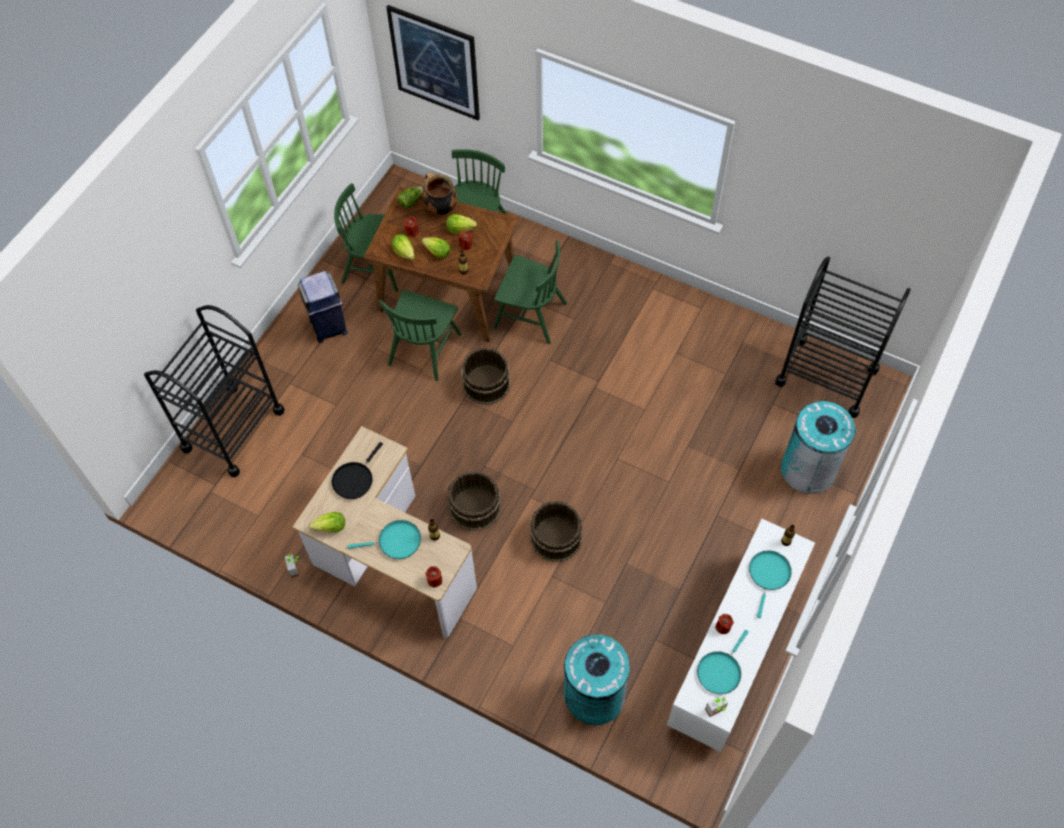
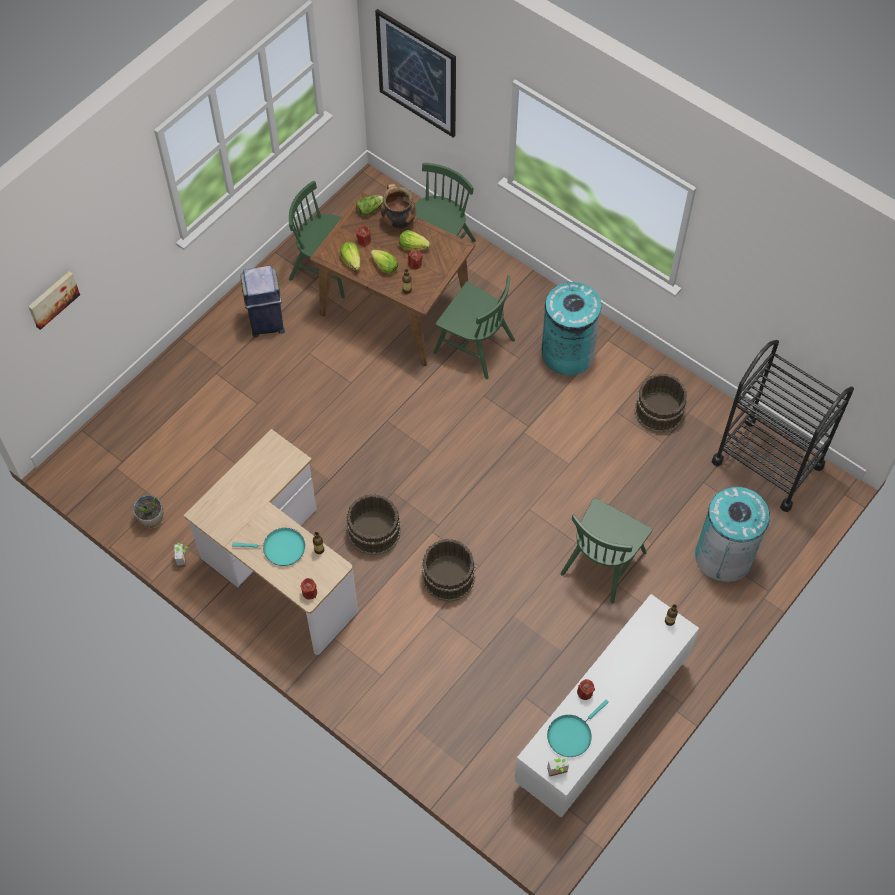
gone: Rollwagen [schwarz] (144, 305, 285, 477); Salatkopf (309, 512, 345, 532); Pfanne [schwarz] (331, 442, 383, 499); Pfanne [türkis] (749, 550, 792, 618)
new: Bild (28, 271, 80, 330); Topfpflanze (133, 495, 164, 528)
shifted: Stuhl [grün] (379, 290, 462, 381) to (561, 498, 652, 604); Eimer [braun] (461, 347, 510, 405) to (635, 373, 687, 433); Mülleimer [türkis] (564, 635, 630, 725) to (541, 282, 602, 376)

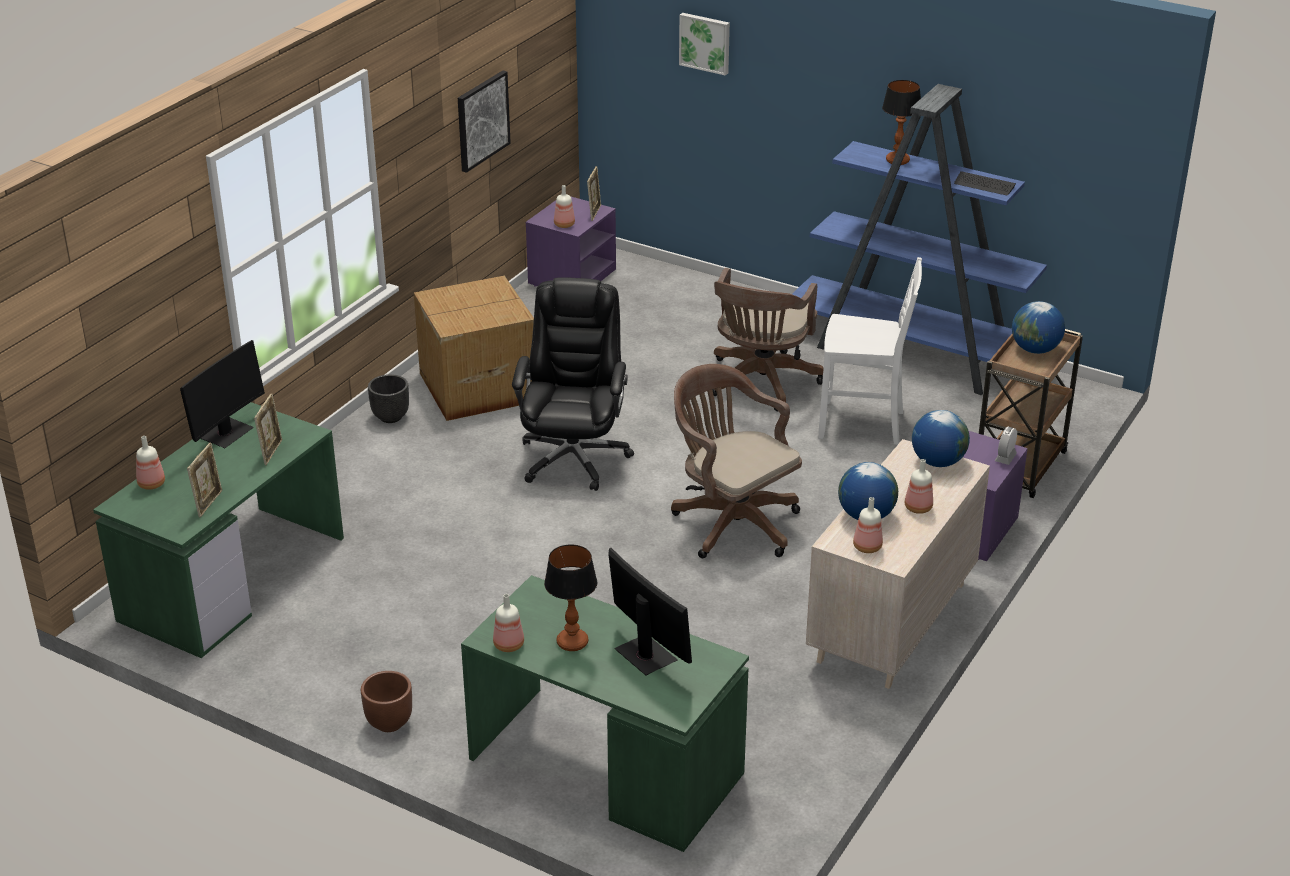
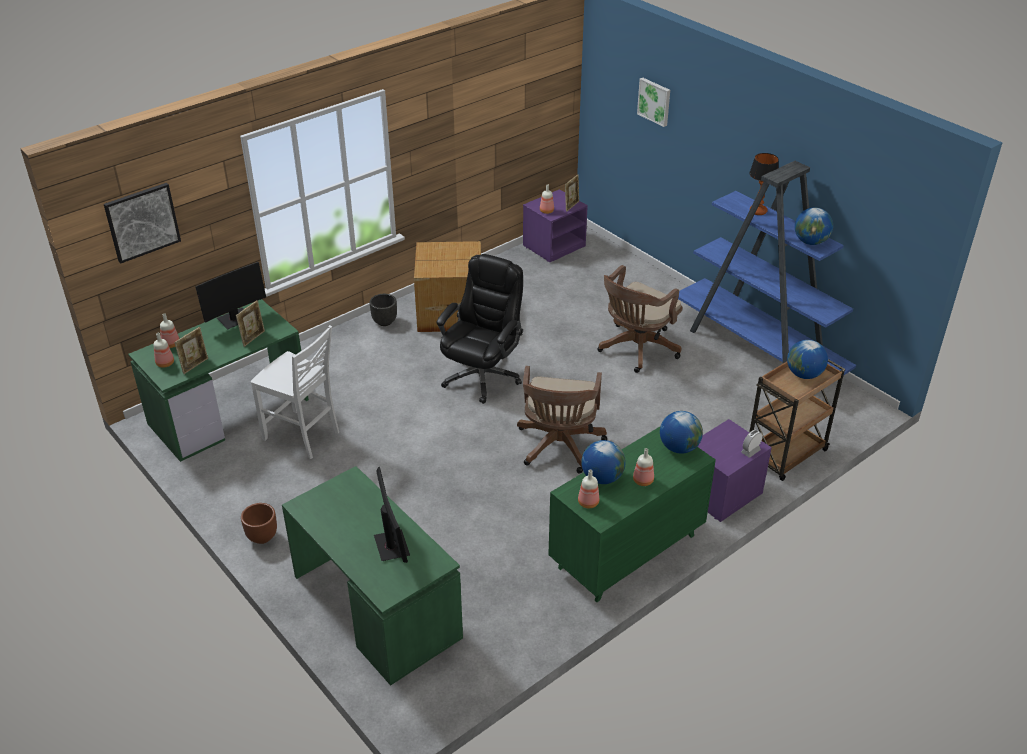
gone: Tischlampe (544, 544, 597, 651)
shifted: Bild (458, 71, 511, 173) to (104, 183, 181, 264); Flasche (493, 594, 524, 652) to (154, 333, 174, 368); Stuhl [weiß] (818, 257, 922, 445) to (251, 325, 339, 459)
swapped: Tastatur (954, 171, 1016, 195) to Globus (795, 208, 833, 245)
repainted: Kommode [beige] (806, 439, 990, 689) to Kommode [grün] (548, 427, 716, 602)
rotated: Bürostuhl [braun] (671, 364, 802, 558) = (517, 366, 607, 474) 150 degrees counterclockwise

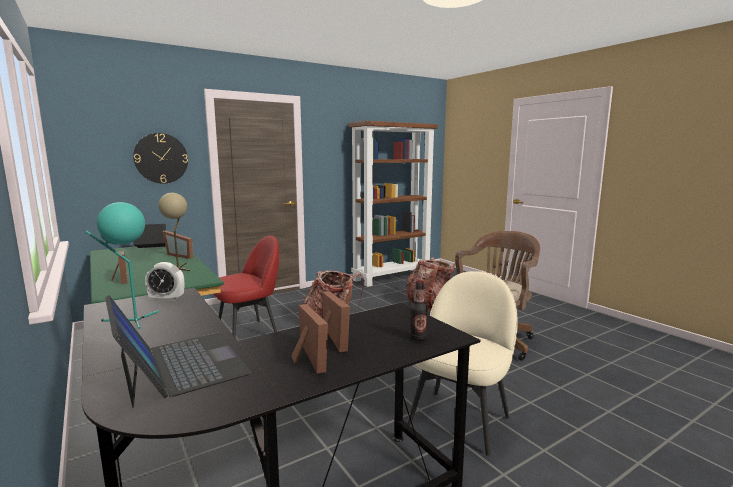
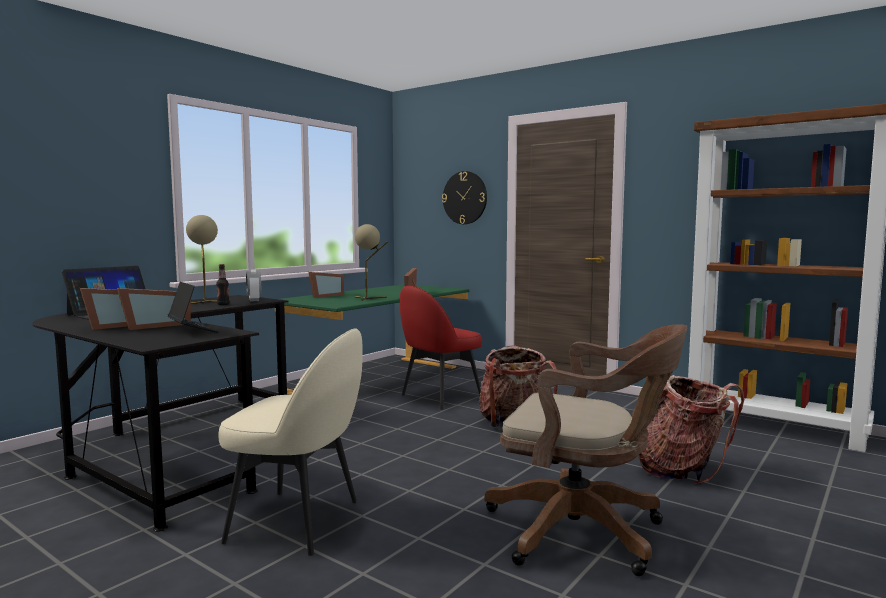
shifted: Laptop (133, 224, 166, 248) to (168, 282, 219, 333); Flasche (409, 280, 428, 341) to (216, 264, 229, 305)
repainted: Tischlampe [türkis] (85, 202, 159, 329) to Tischlampe [beige] (186, 215, 218, 304)
rotated: Stuhl [rot] (214, 236, 279, 337) = (400, 286, 482, 410) 105 degrees clockwise

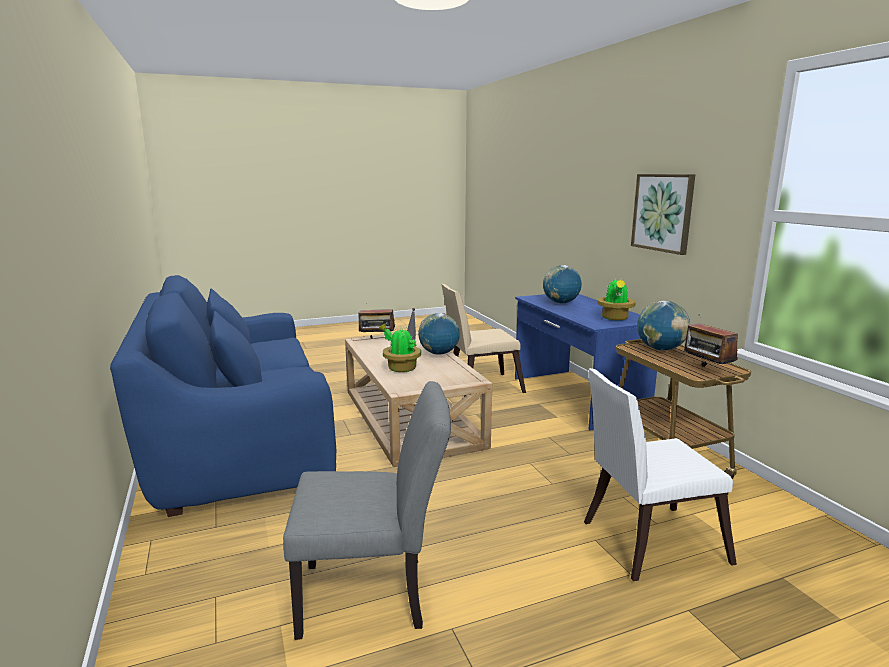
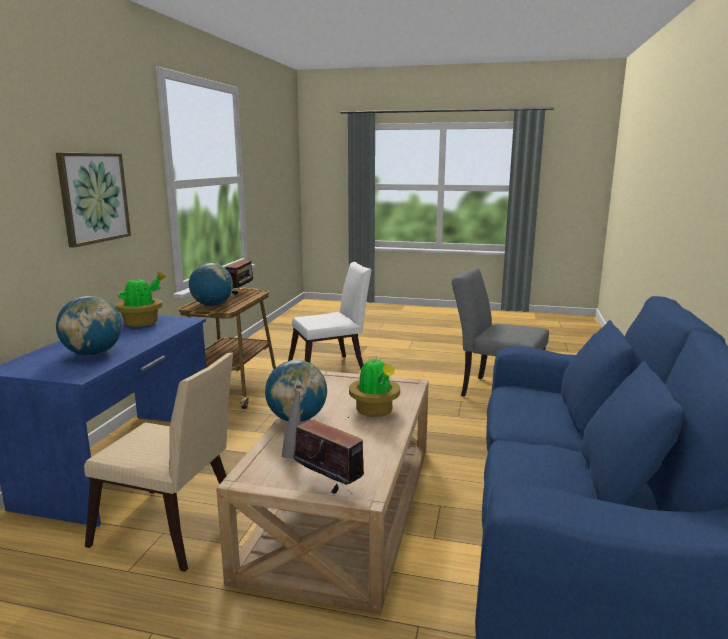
rotated: Stuhl [weiß] (584, 368, 737, 581) = (288, 262, 372, 369) 45 degrees counterclockwise

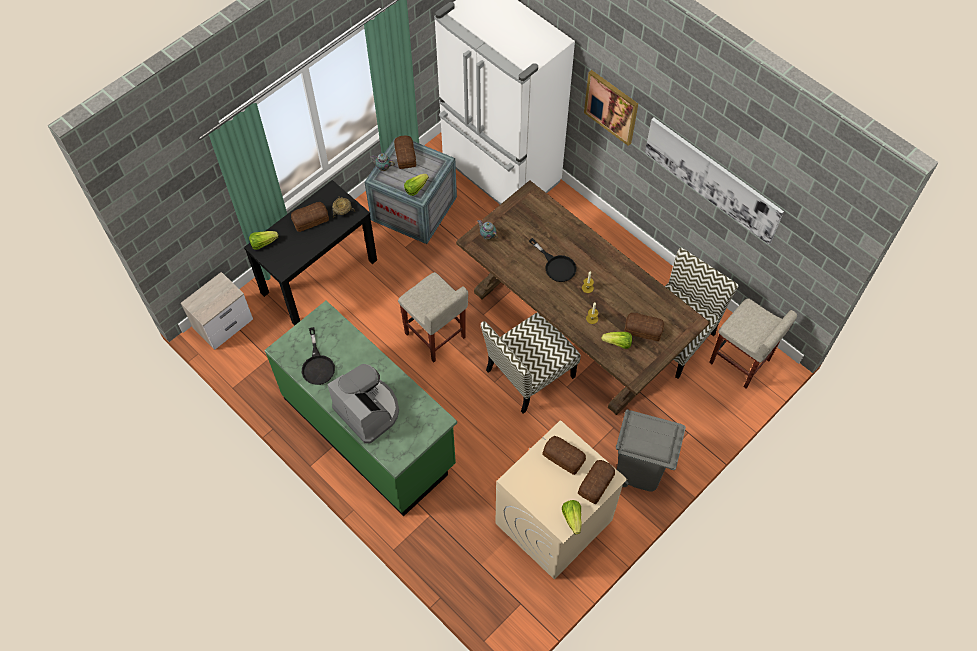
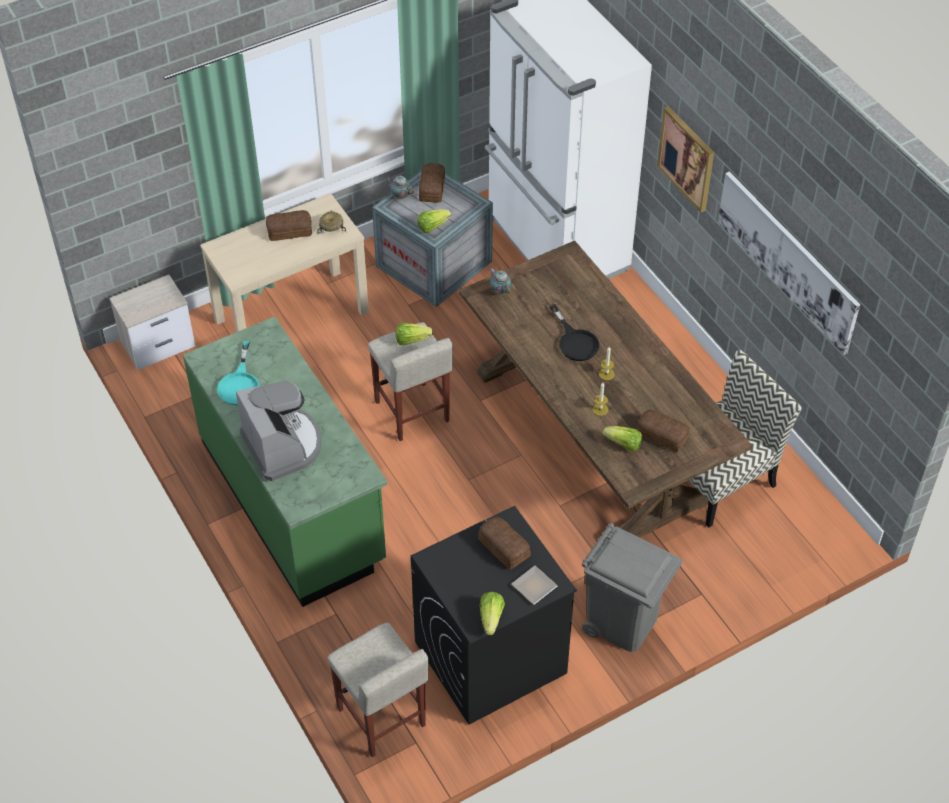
gone: Stuhl (481, 313, 581, 414)
shifted: Salatkopf (249, 231, 279, 250) to (396, 323, 433, 345); Hocker [beige] (709, 298, 797, 389) to (327, 623, 429, 758)
swapped: Brot (578, 460, 615, 504) to Teller (511, 566, 558, 605)
repainted: Konsolentisch [schwarz] (244, 180, 377, 325) to Konsolentisch [beige] (200, 193, 369, 332); Pfanne [schwarz] (302, 327, 335, 385) to Pfanne [türkis] (217, 341, 259, 406); Waschmaschine [beige] (496, 420, 627, 580) to Waschmaschine [schwarz] (411, 506, 577, 725)

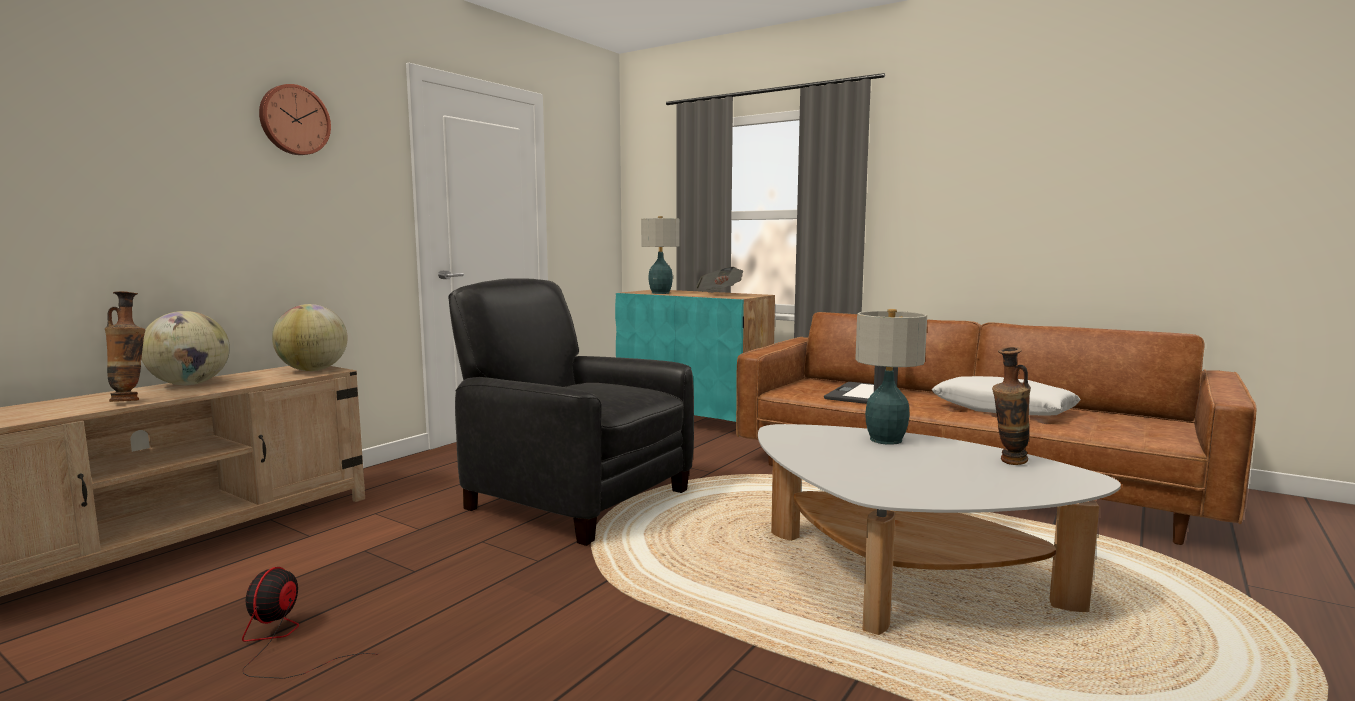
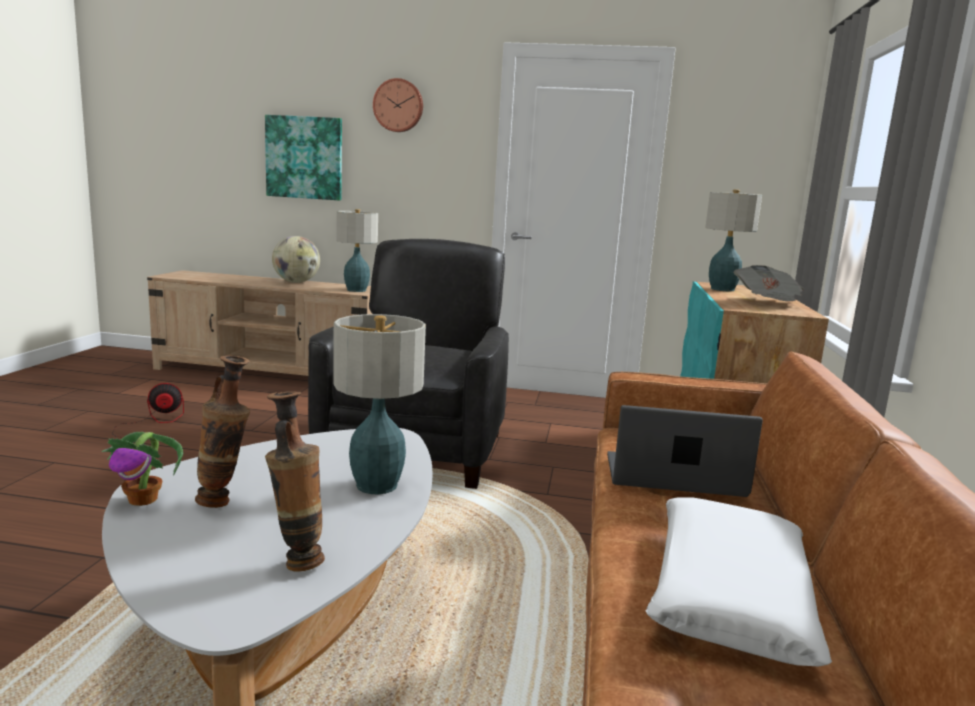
new: Topfpflanze (101, 432, 183, 506); Bild (265, 115, 342, 200)
shifted: Vase (105, 291, 145, 402) to (195, 356, 250, 508)
swapped: Globus (272, 304, 348, 371) to Tischlampe (337, 209, 378, 292)

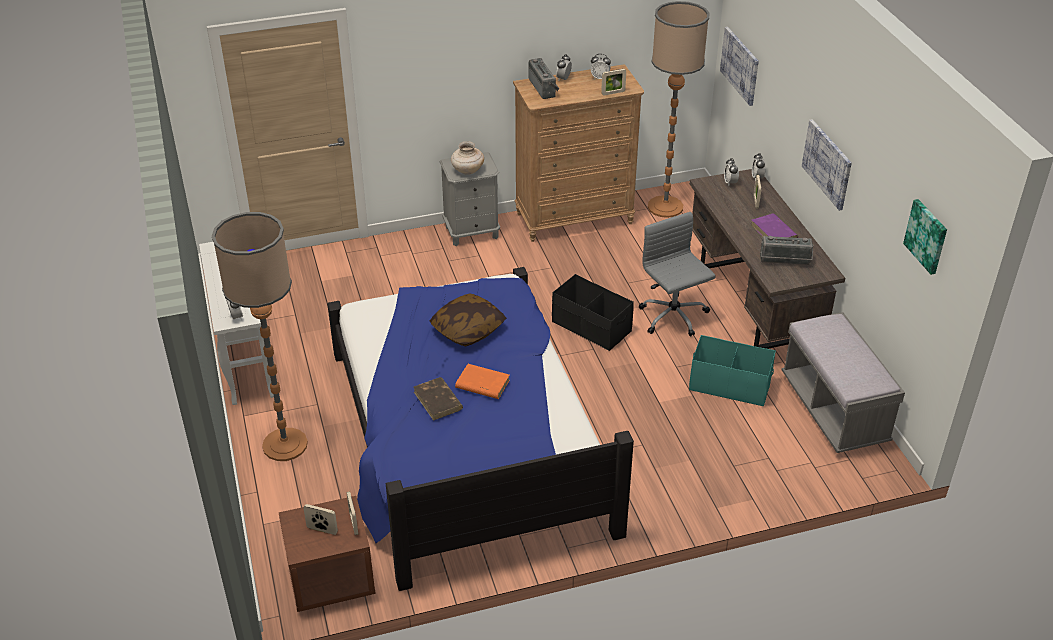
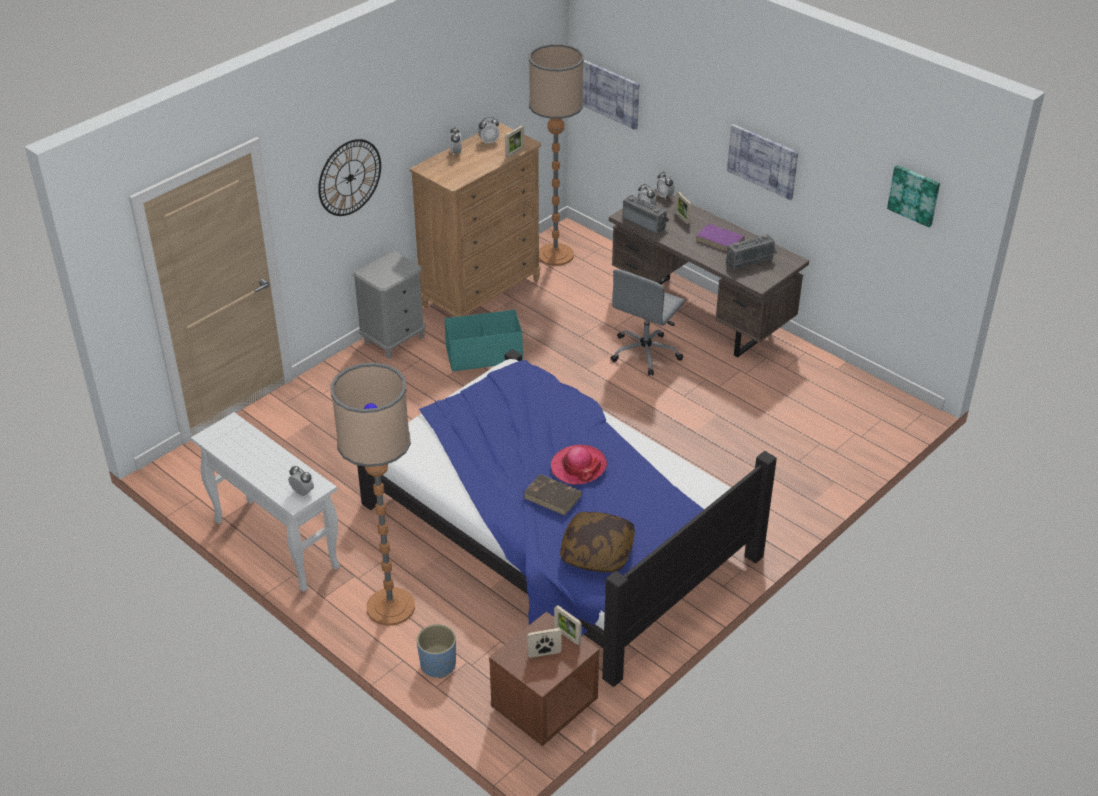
gone: Vase [beige] (451, 141, 484, 175); Aufbewahrungsbox [schwarz] (552, 274, 634, 351); Bank [grau] (782, 312, 905, 453)
new: Wanduhr (318, 139, 381, 216); Pflanzkübel [blau] (417, 624, 456, 678)
shifted: Kissen (430, 294, 506, 346) to (560, 512, 635, 572); Radio (529, 58, 559, 99) to (623, 195, 669, 234); Aufbewahrungsbox [türkis] (689, 335, 776, 407) to (445, 310, 523, 372)
swapped: Buch [orange] (455, 364, 510, 399) to Hut (551, 445, 607, 485)
rotated: Bürostuhl [grau] (639, 212, 716, 336) = (610, 270, 685, 376) 90 degrees counterclockwise

